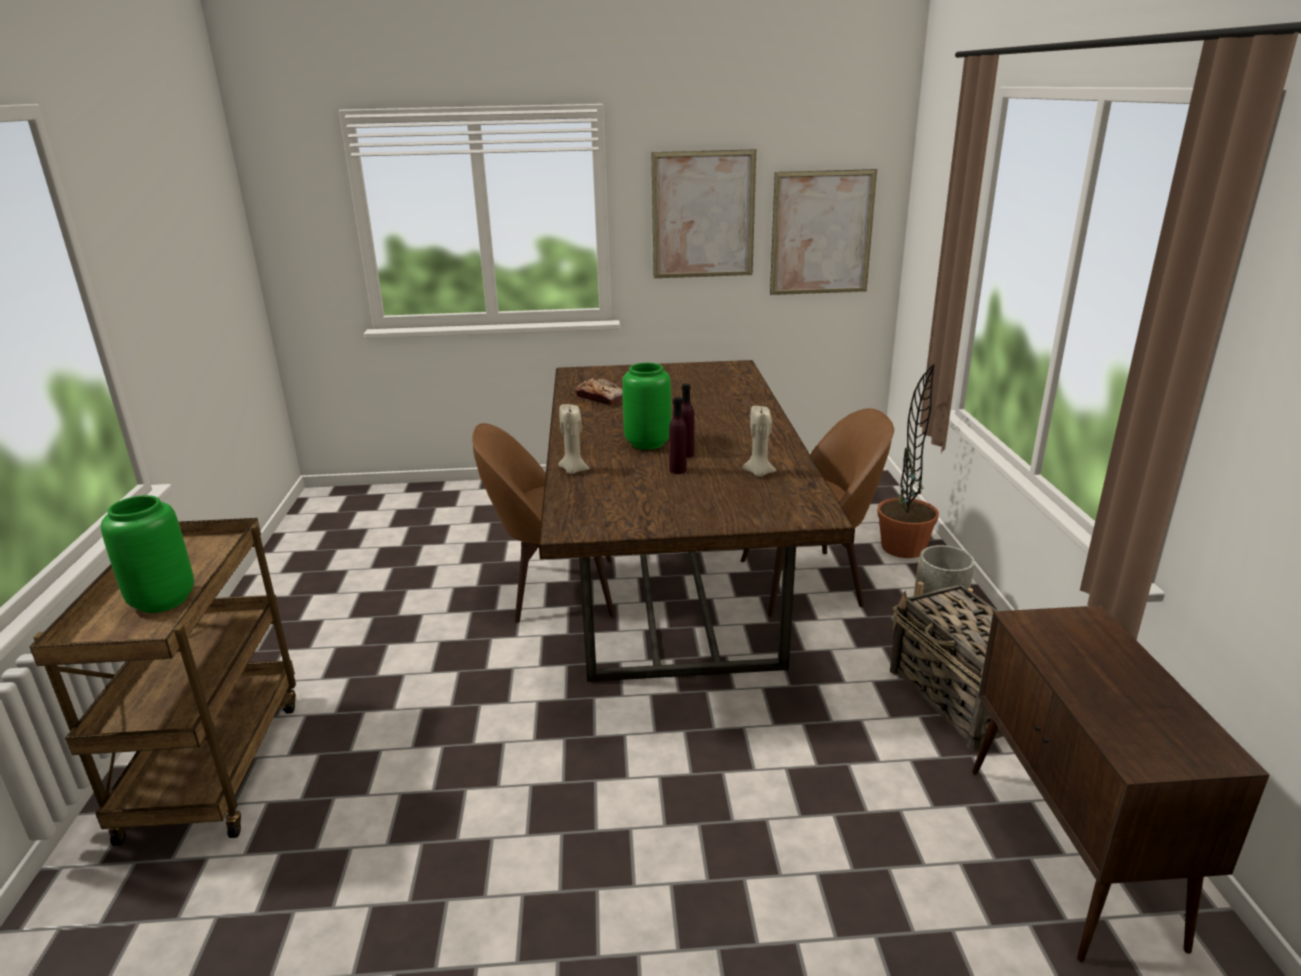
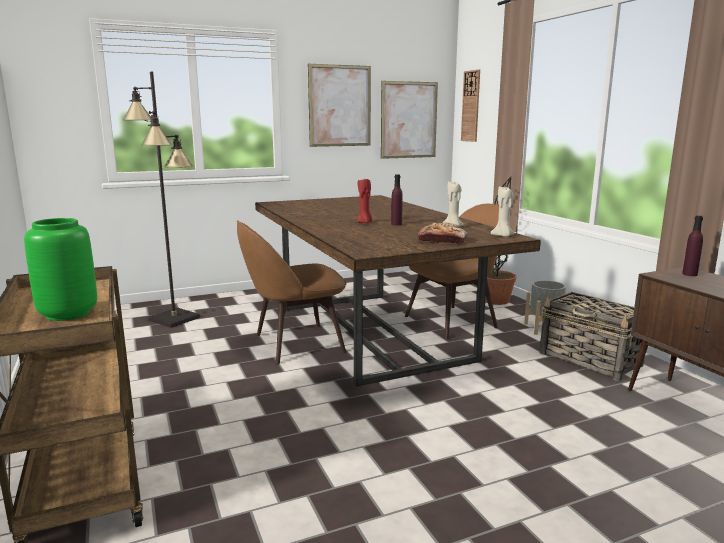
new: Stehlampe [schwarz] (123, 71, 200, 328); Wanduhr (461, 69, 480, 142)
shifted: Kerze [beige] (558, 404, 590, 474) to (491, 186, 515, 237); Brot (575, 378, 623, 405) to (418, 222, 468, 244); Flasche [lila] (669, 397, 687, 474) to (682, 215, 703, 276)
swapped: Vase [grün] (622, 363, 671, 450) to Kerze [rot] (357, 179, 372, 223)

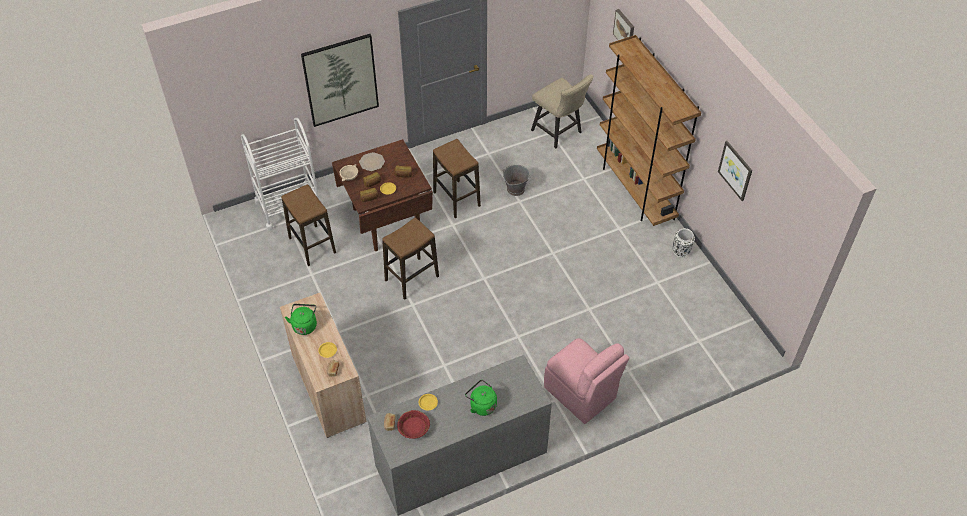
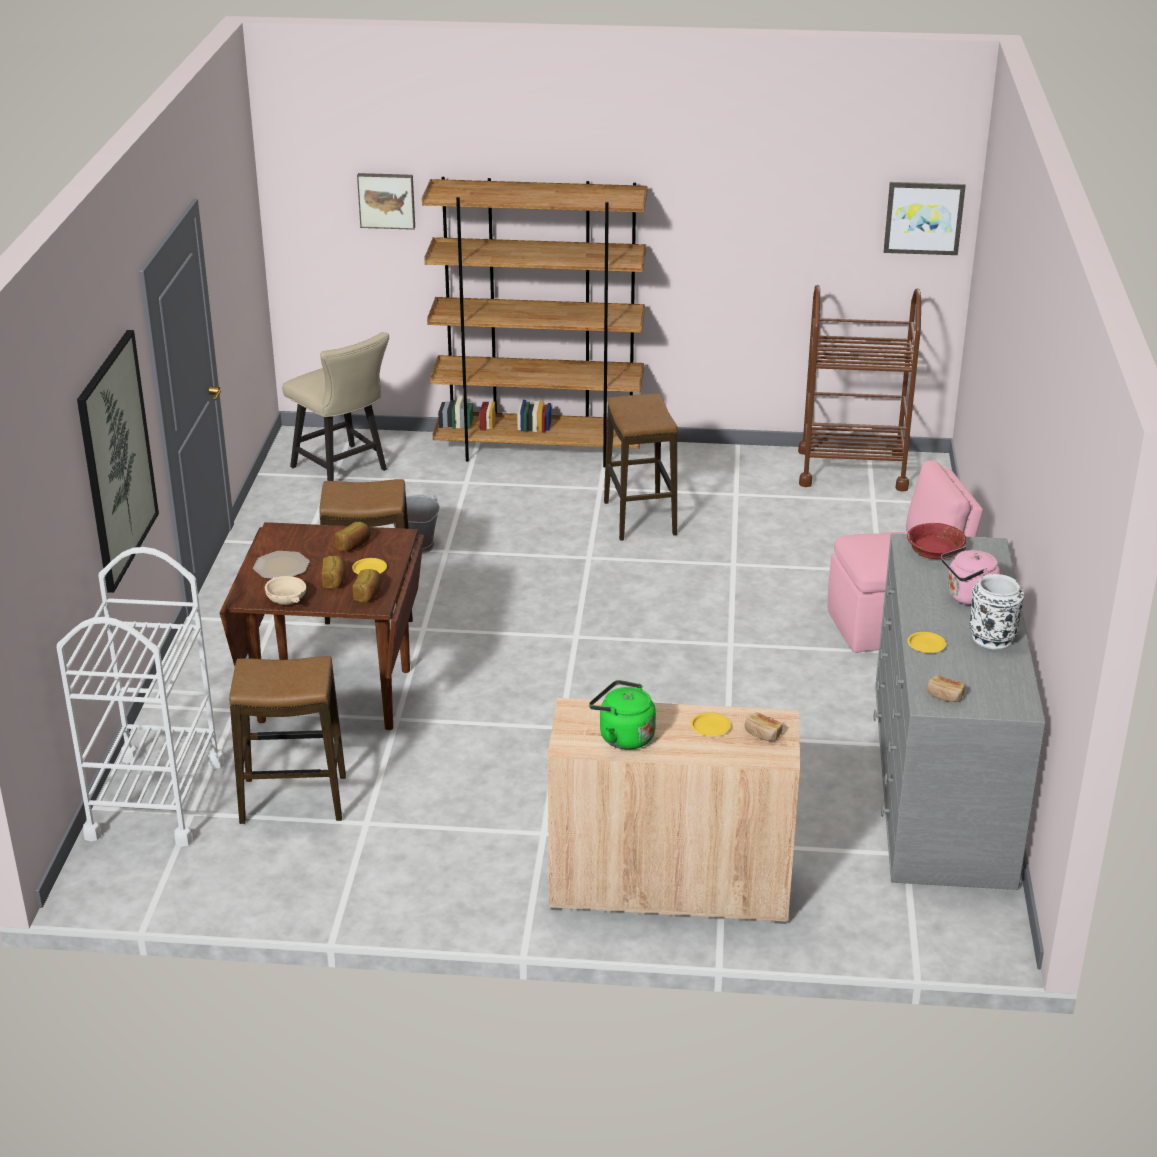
new: Rollwagen [braun] (798, 285, 921, 492)
shifted: Hocker (382, 218, 439, 300) to (604, 393, 678, 541); Schüssel [rot] (397, 410, 430, 439) to (907, 523, 966, 559); Vase [weiß] (672, 228, 695, 257) to (969, 574, 1024, 649); Bild (718, 141, 752, 201) to (884, 182, 966, 255)
repainted: Wasserkessel [grün] (465, 380, 497, 416) to Wasserkessel [rosa] (941, 546, 1000, 606)
rotated: Stuhl [beige] (531, 74, 594, 148) = (282, 332, 389, 481) 60 degrees clockwise

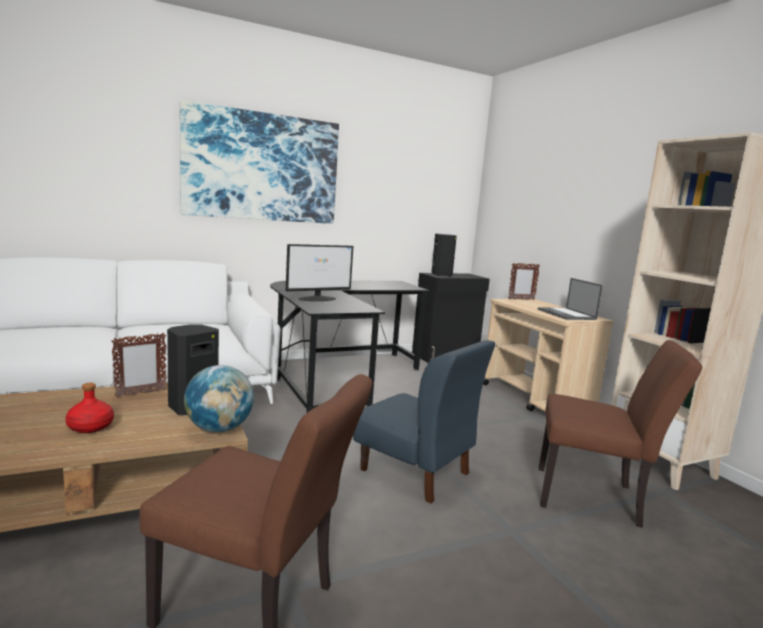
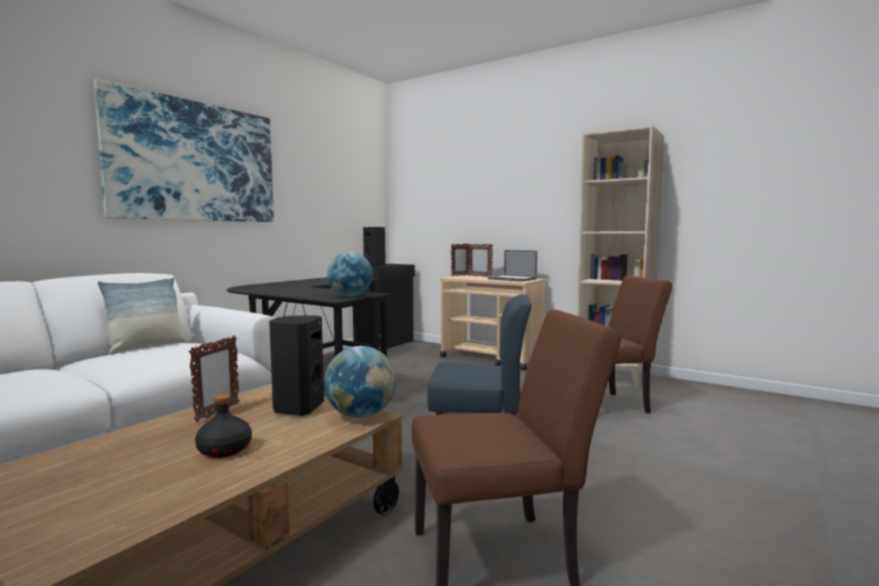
gone: Monitor (286, 244, 353, 301)
new: Kissen (97, 278, 187, 355); Globus (327, 252, 373, 297); Bilderrahmen (467, 244, 493, 277)
repainted: Flasche [rot] (65, 383, 114, 433) to Flasche [schwarz] (195, 394, 252, 458)

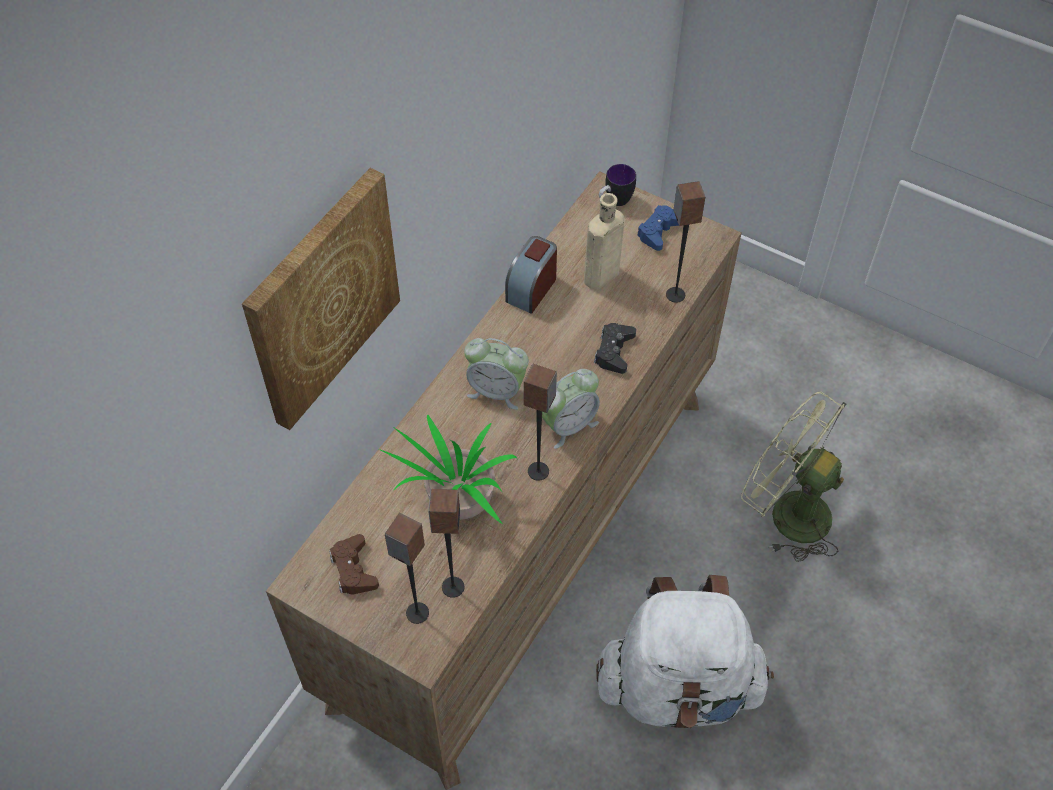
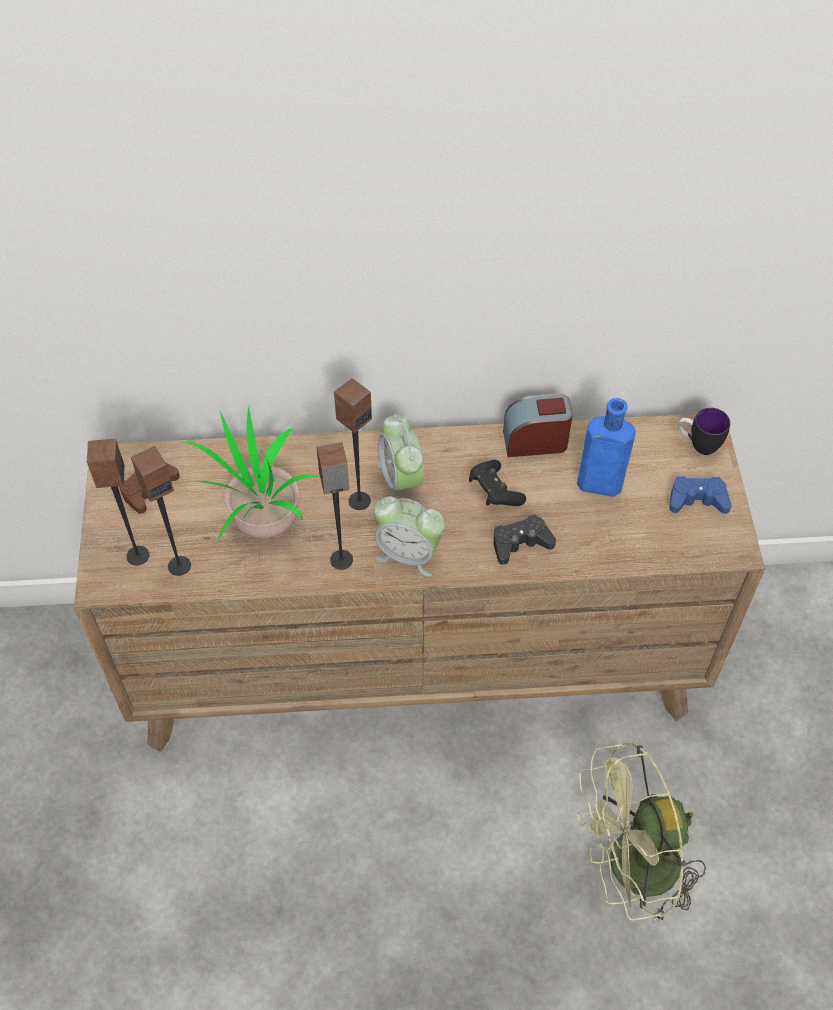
gone: Bild (242, 168, 400, 430); Rucksack [weiß] (596, 575, 774, 728)
new: Gamepad [schwarz] (469, 460, 526, 506)
shifted: Lautsprecher (666, 181, 705, 303) to (334, 378, 372, 510)
repainted: Flasche [beige] (584, 193, 624, 289) to Flasche [blau] (577, 398, 636, 497)
rotated: Ventilator [grün] (741, 391, 846, 562) = (577, 743, 706, 924) 105 degrees counterclockwise

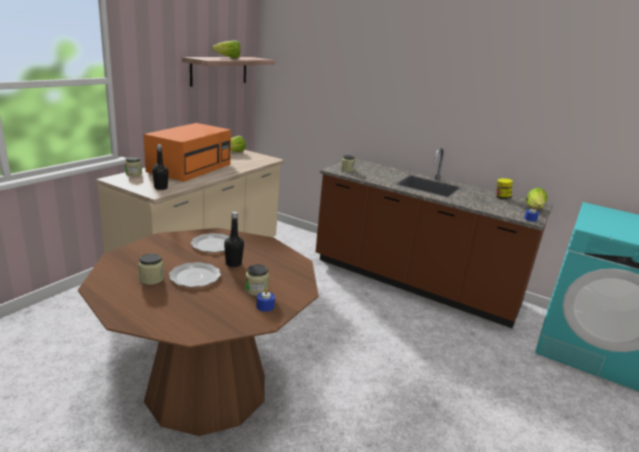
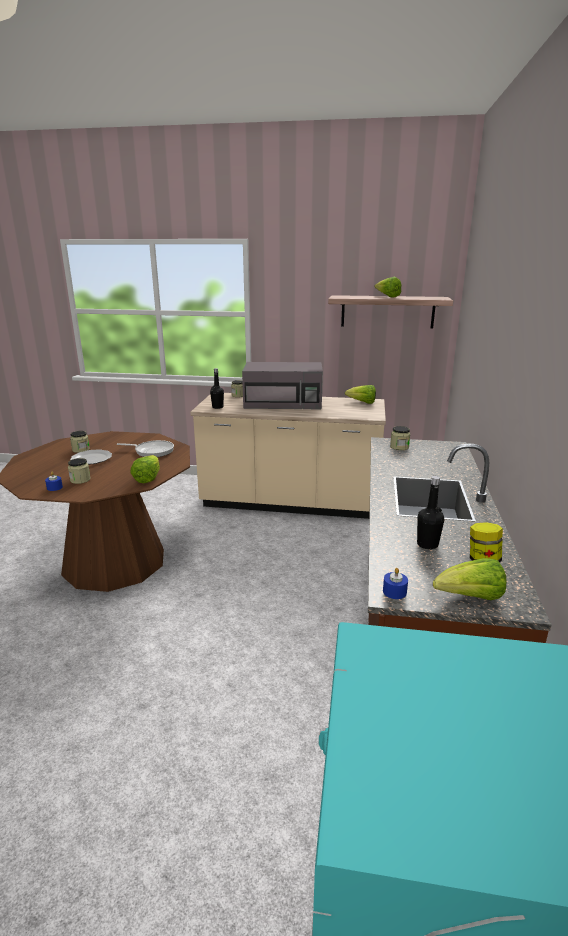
new: Salatkopf (130, 455, 160, 483)
shifted: Flasche [schwarz] (224, 211, 244, 267) to (417, 476, 444, 550)
swapped: Teller (191, 233, 230, 252) to Pfanne (117, 440, 174, 457)
repainted: Mikrowelle [orange] (144, 123, 231, 182) to Mikrowelle [grau] (242, 362, 323, 409)

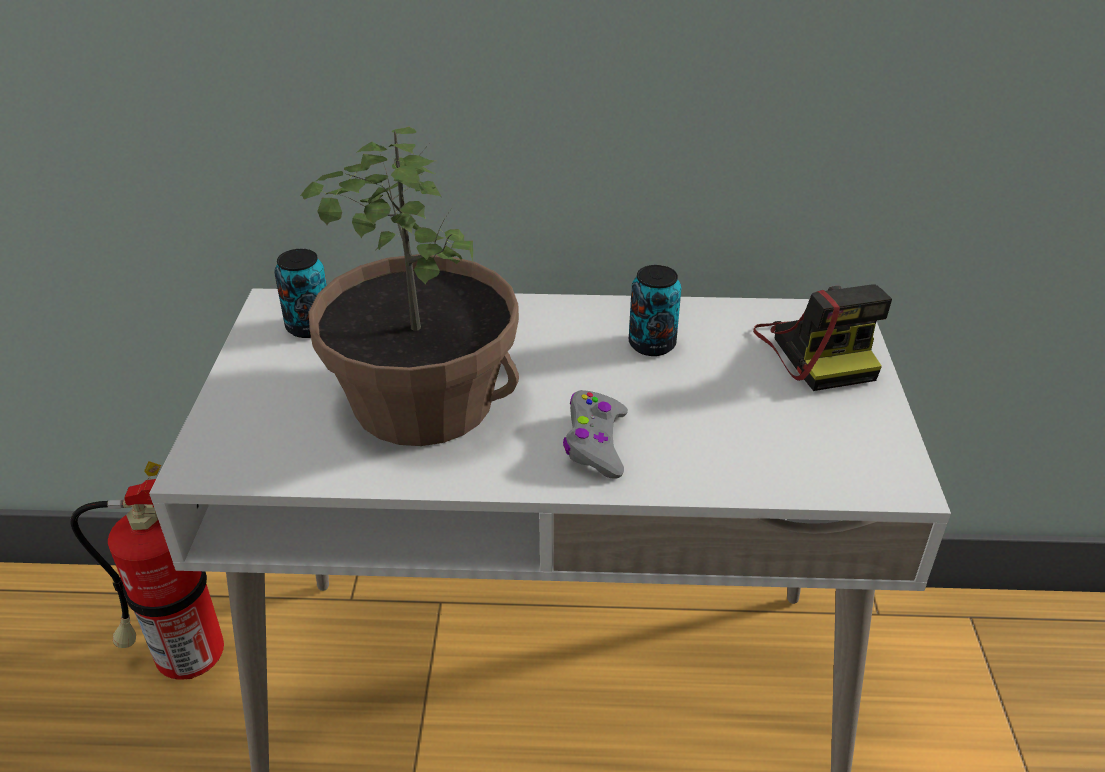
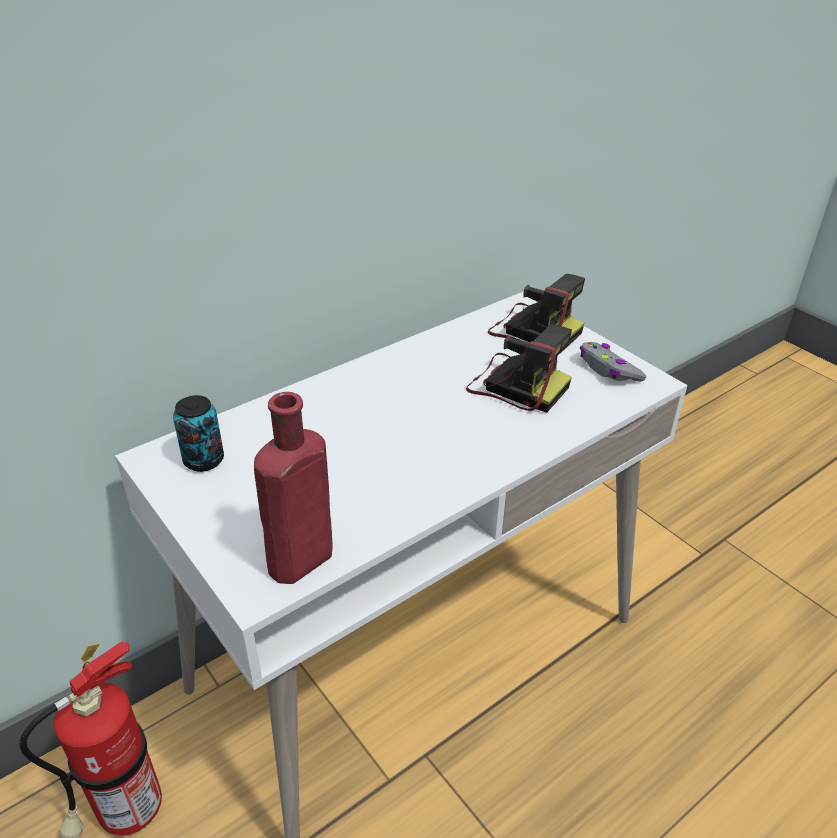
gone: Topfpflanze (300, 126, 519, 446); Dose (629, 265, 681, 356)
new: Flasche [rot] (254, 392, 333, 584); Kamera (466, 324, 572, 413)
shifted: Gamepad [grau] (563, 390, 628, 478) to (580, 342, 646, 382)

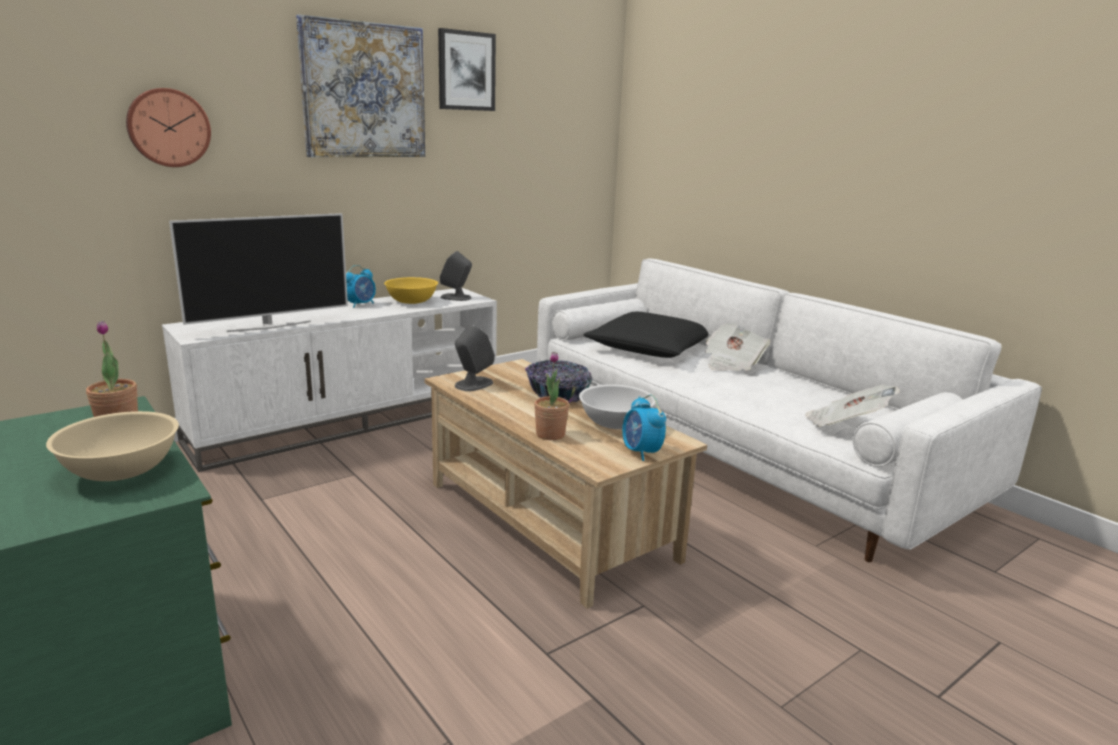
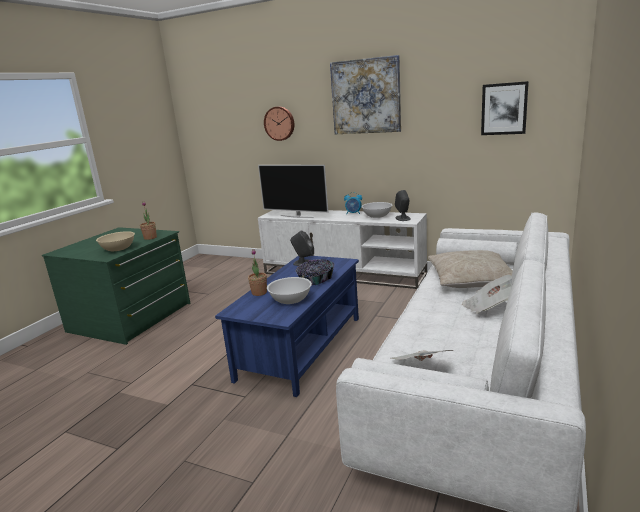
gone: Wecker (622, 395, 666, 461)
shifted: Bild (438, 28, 496, 111) to (481, 81, 529, 135)
repainted: Schüssel [gelb] (384, 277, 438, 304) to Schüssel [weiß] (361, 202, 392, 218); Couchtisch [beige] (424, 359, 707, 609) to Couchtisch [blau] (215, 256, 359, 397); Kissen [schwarz] (583, 312, 708, 358) to Kissen [beige] (428, 250, 513, 288)

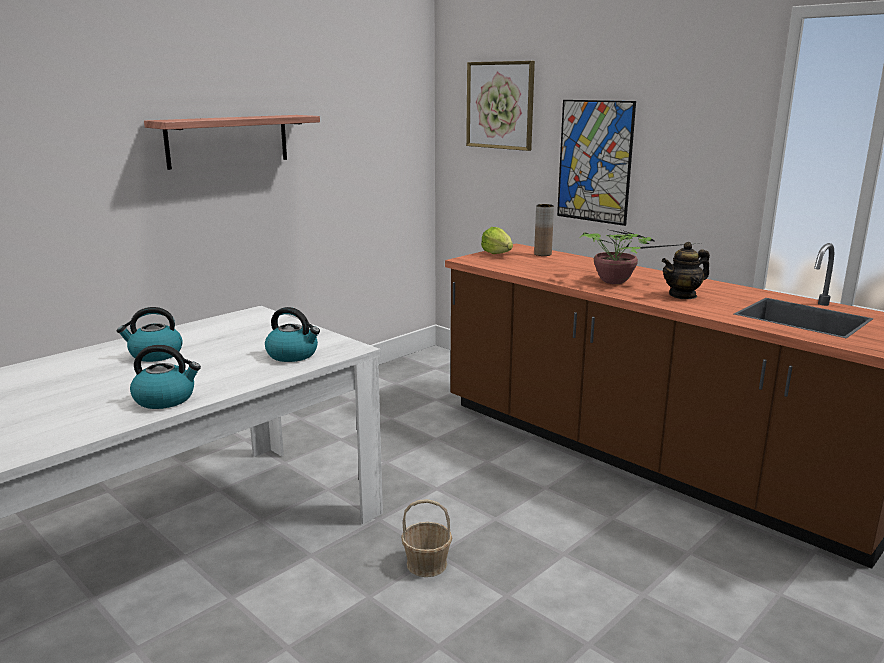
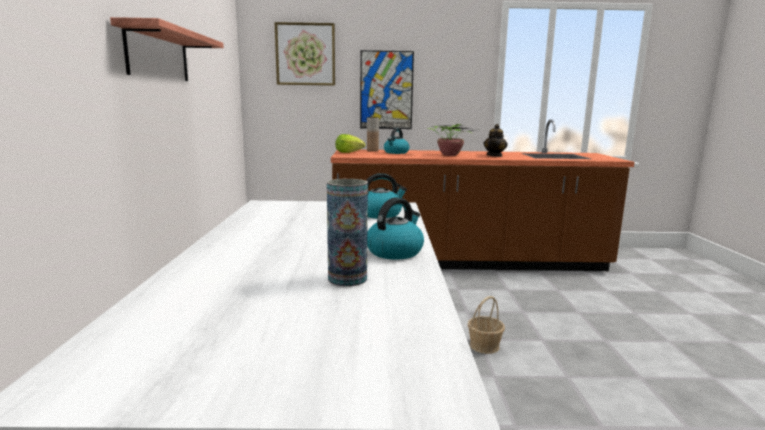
new: Vase (327, 179, 368, 286)
shifted: Wasserkessel (117, 307, 183, 362) to (384, 128, 409, 154)

